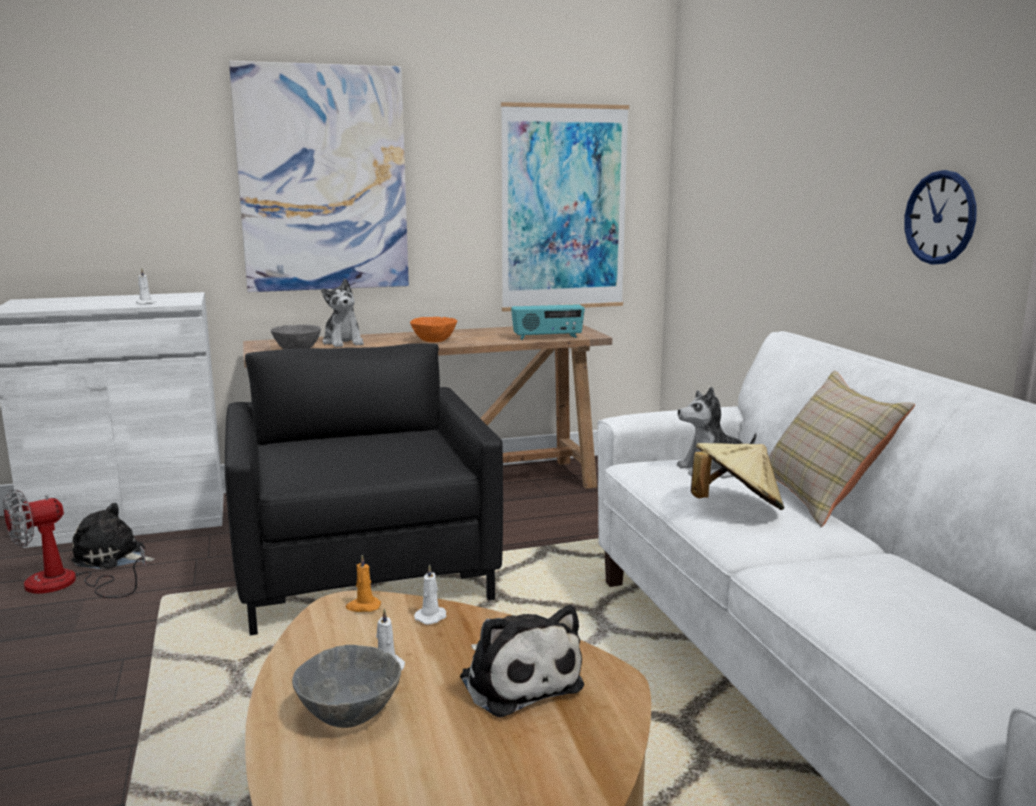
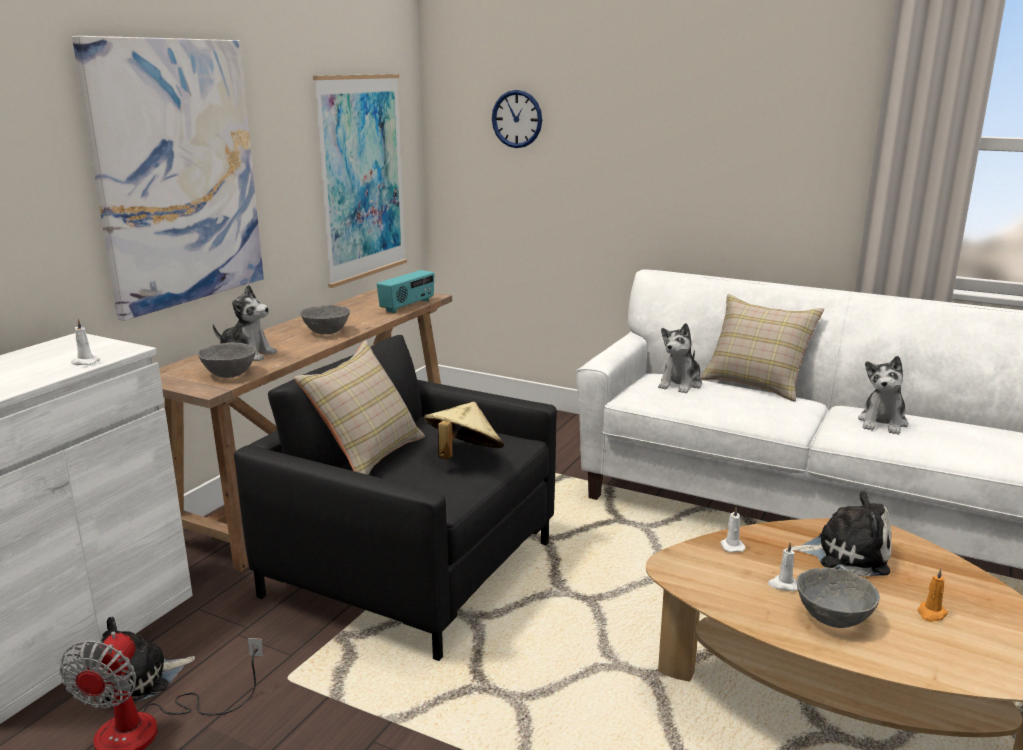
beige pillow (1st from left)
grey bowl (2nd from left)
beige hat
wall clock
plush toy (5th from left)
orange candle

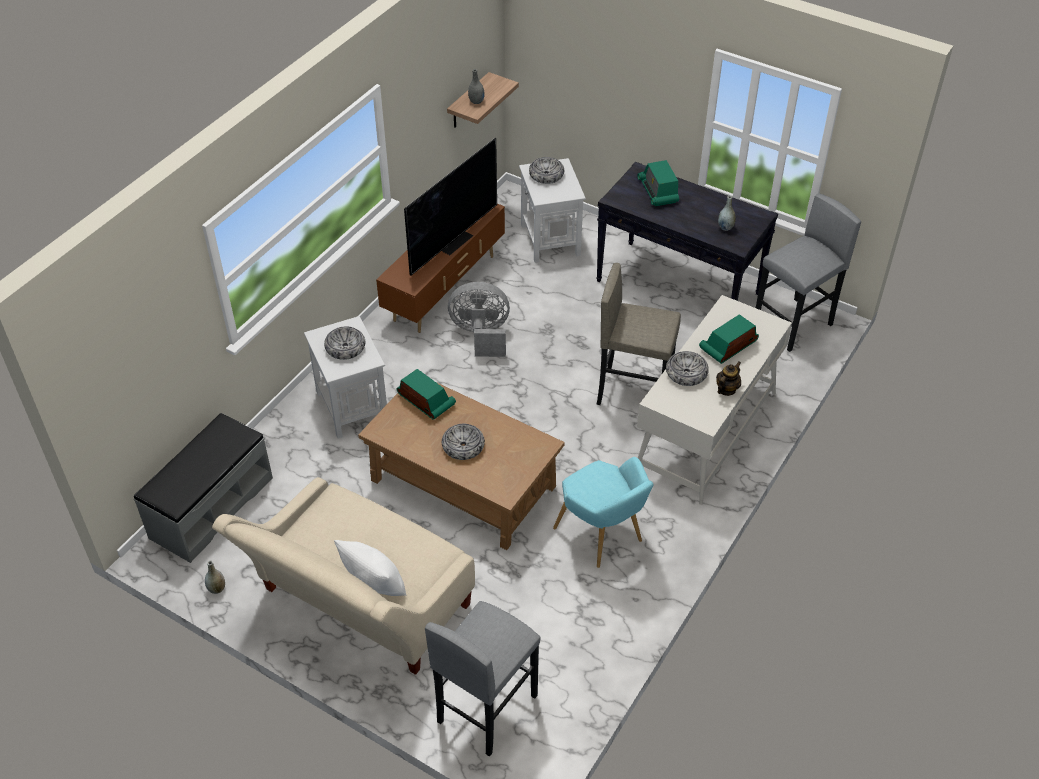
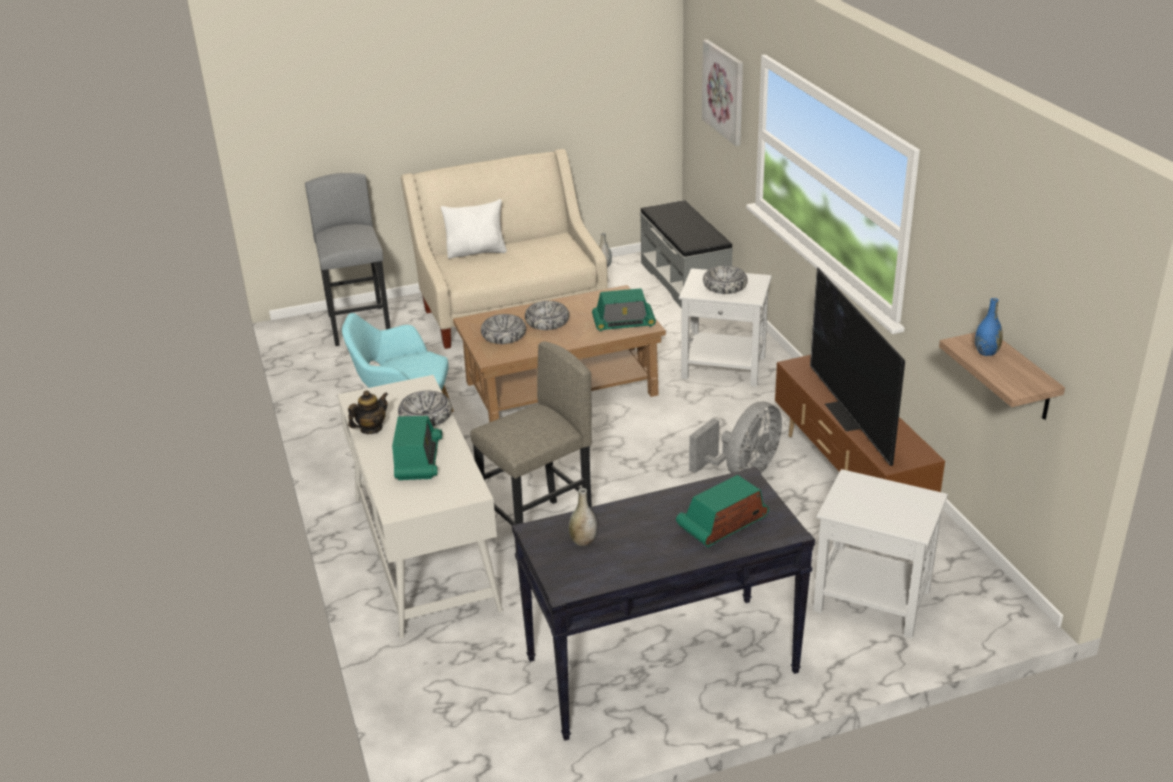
teapot
bowl (2nd from left)
radio (3rd from left)
picture
blue vase
grey stool (3rd from left in the first image)

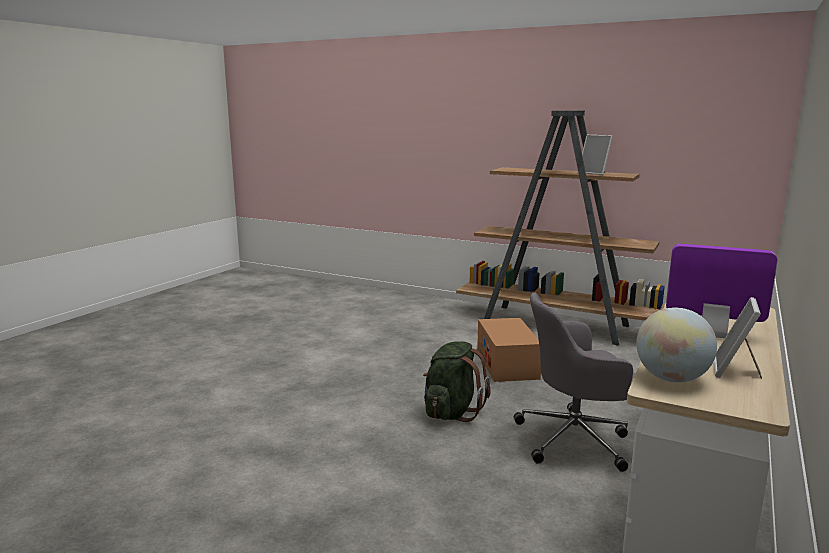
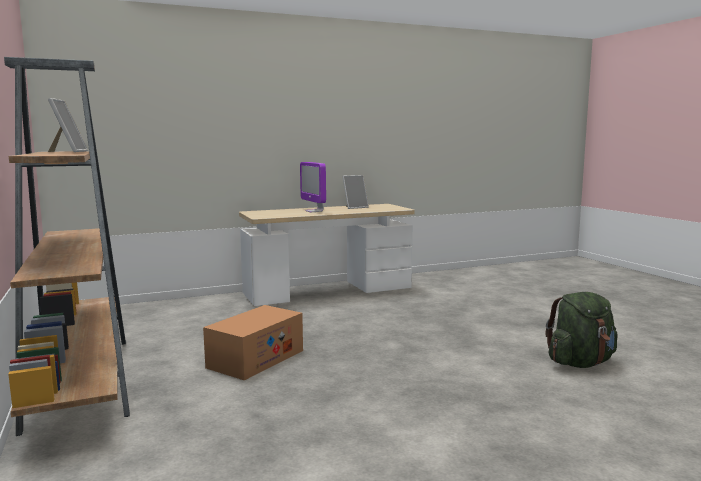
green backpack
grey office chair
globe

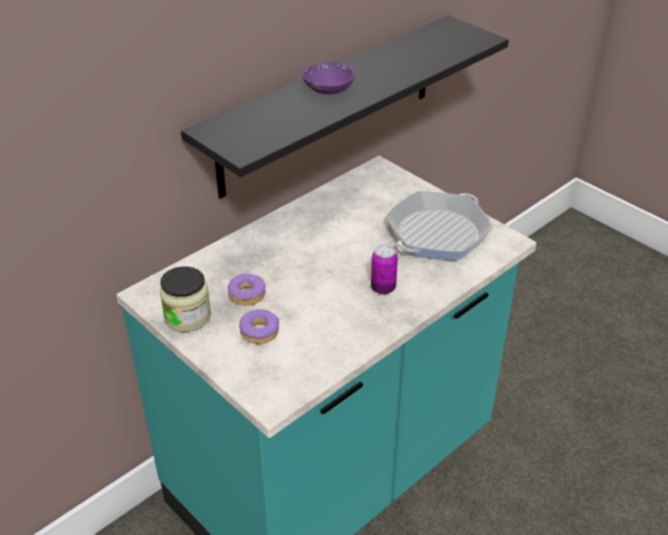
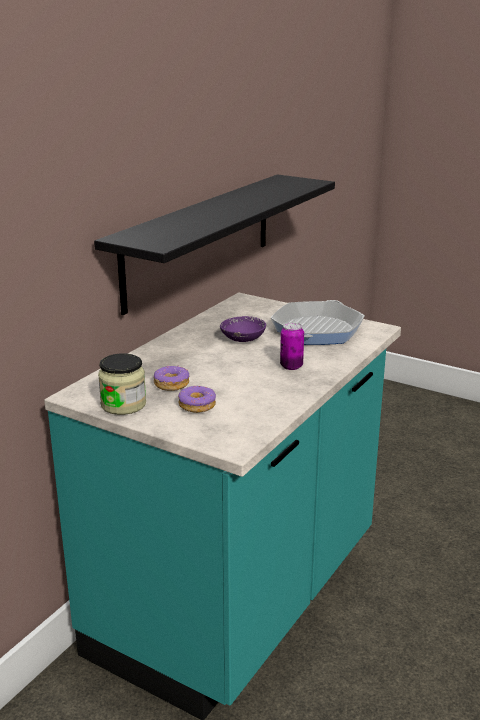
purple bowl

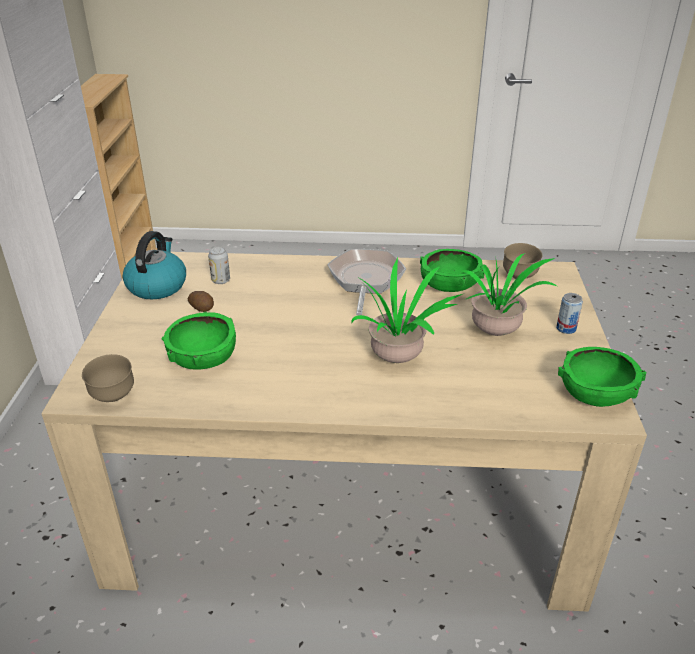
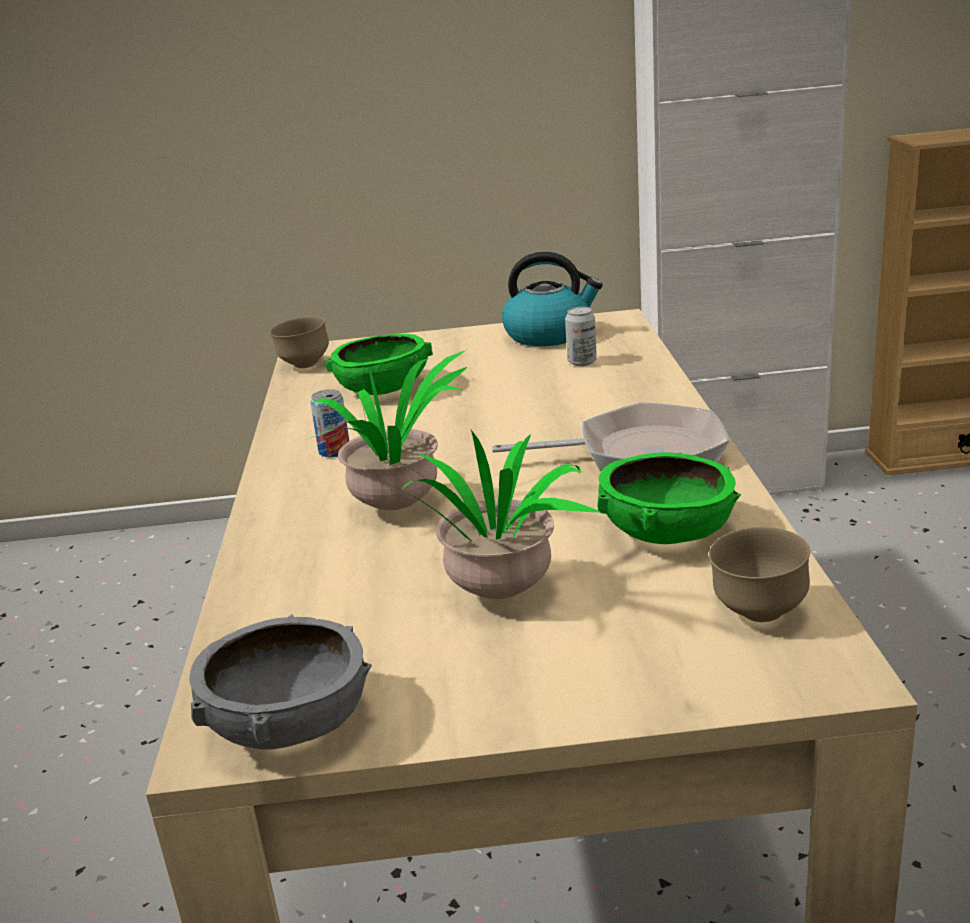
grey bowl
can (1st from left)
potato

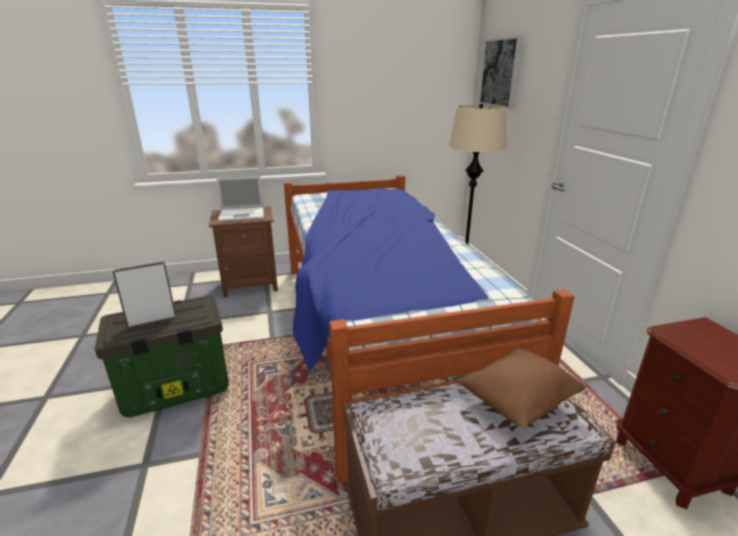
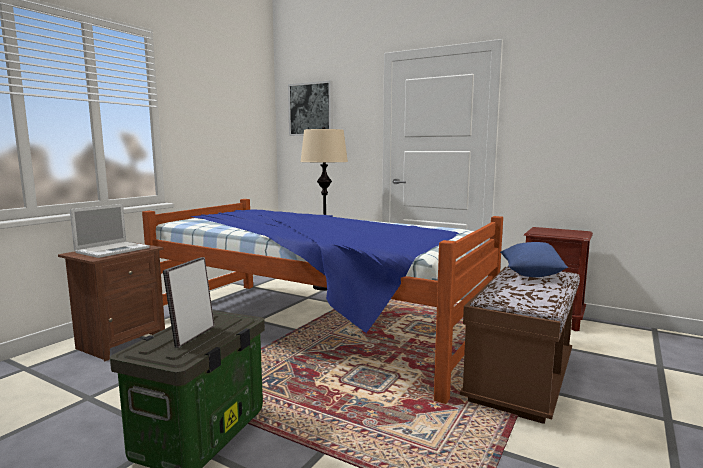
blue pillow

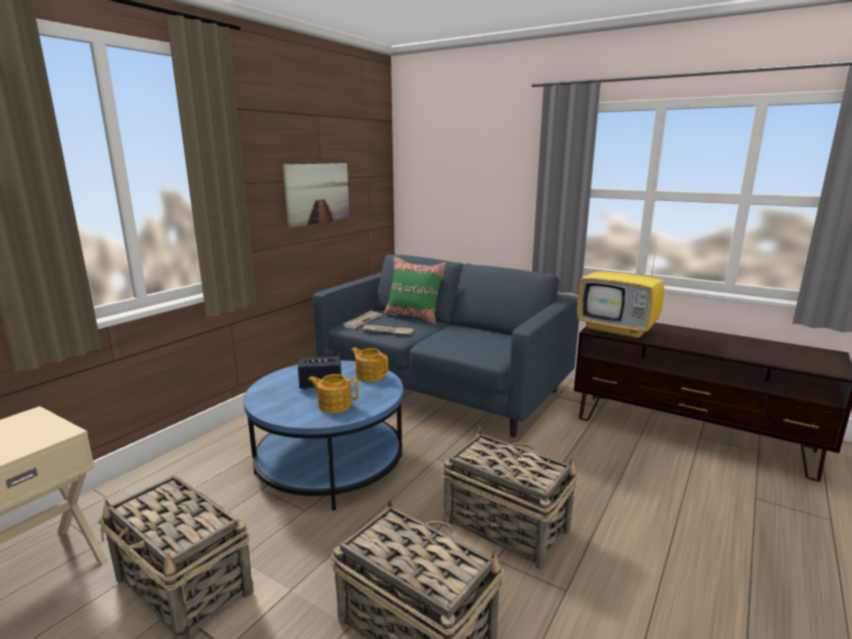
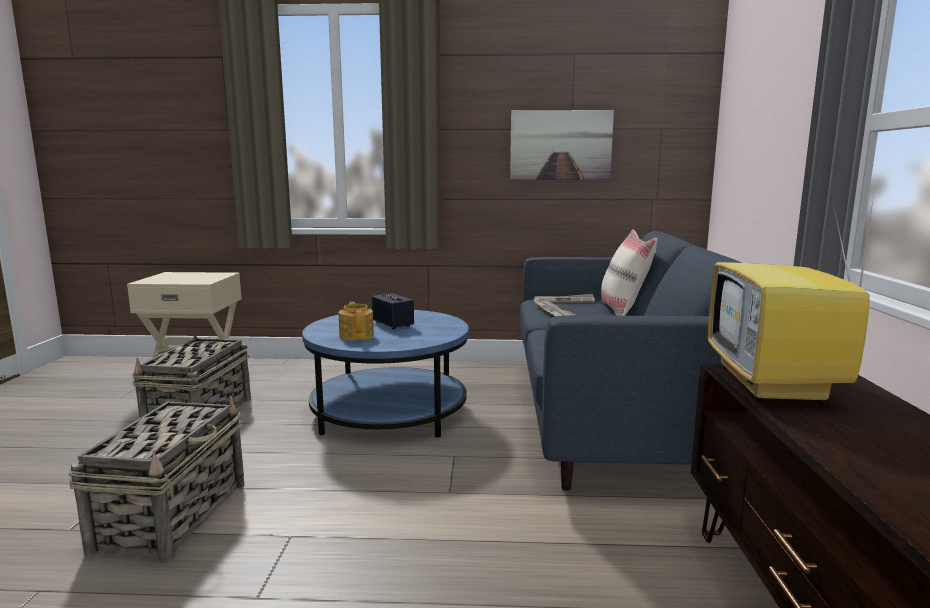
beige pillow
teapot (2nd from left in the first image)
basket (3rd from left in the first image)

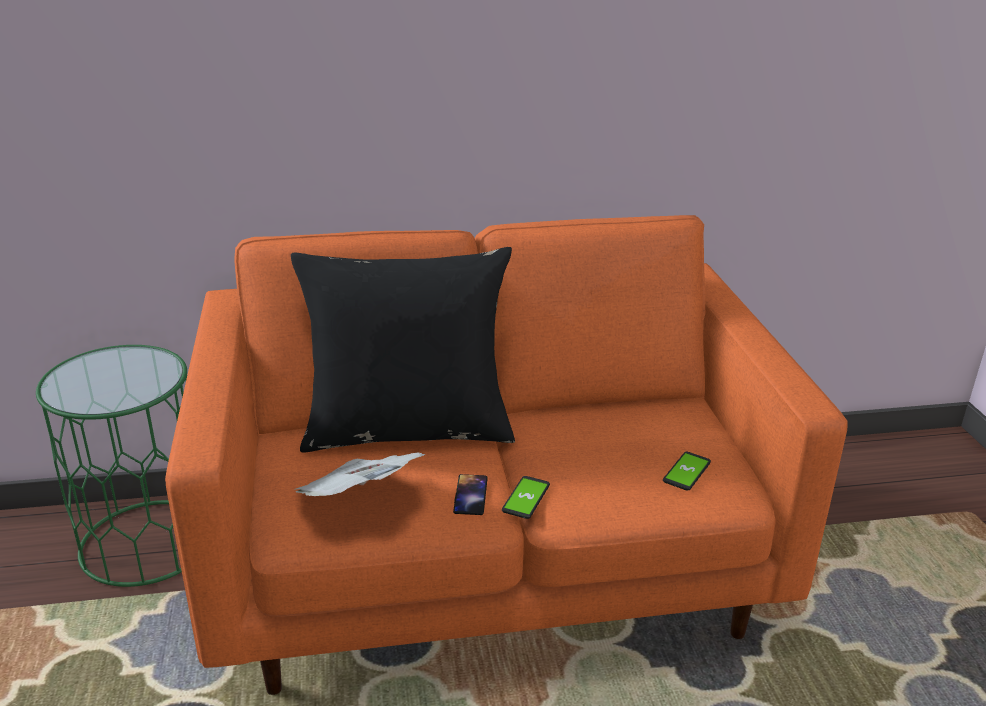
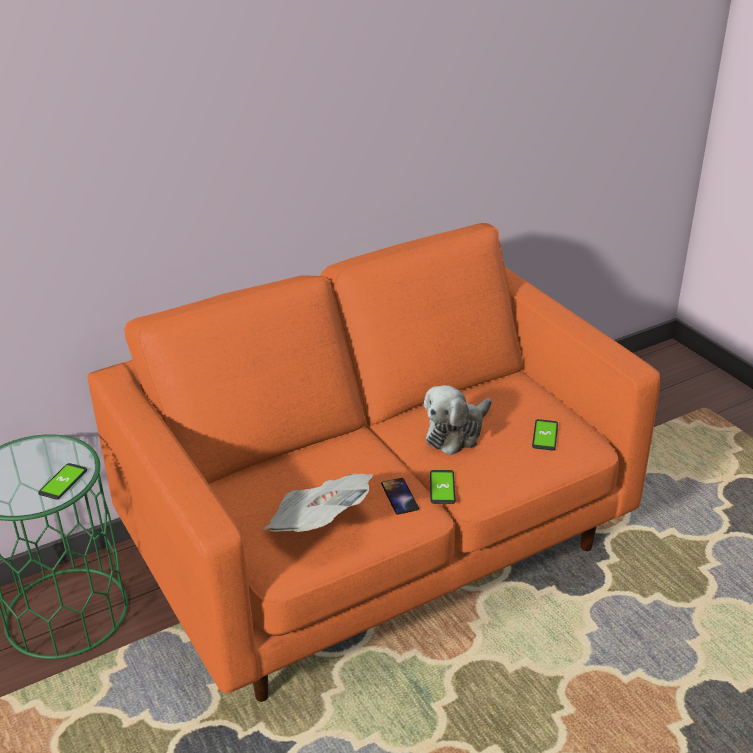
phone (1st from left)
plush toy
black pillow

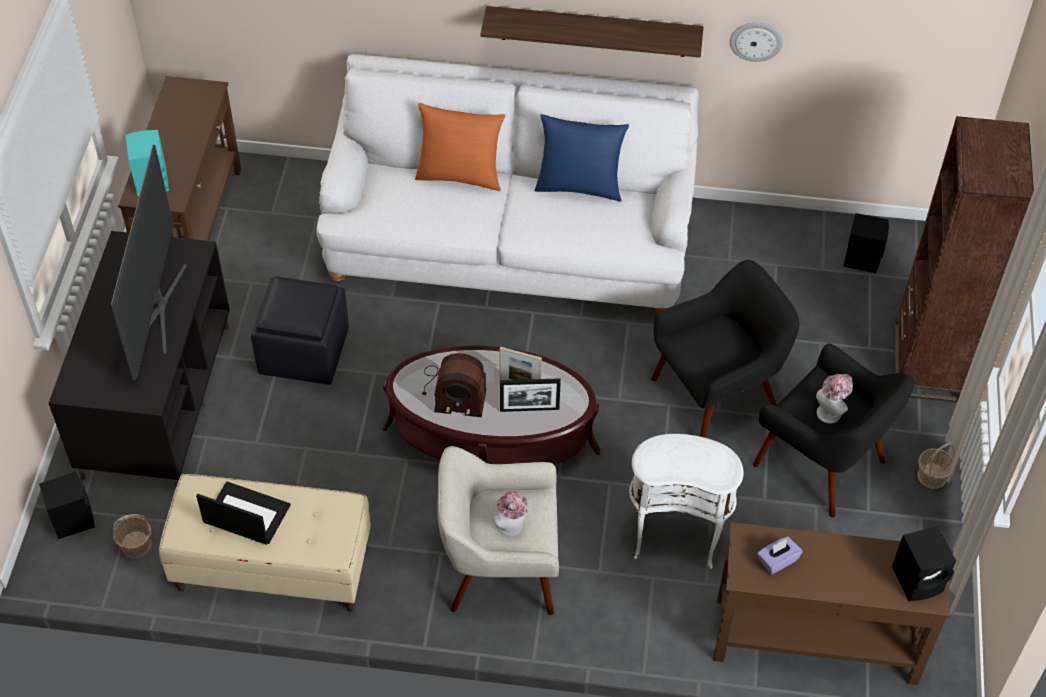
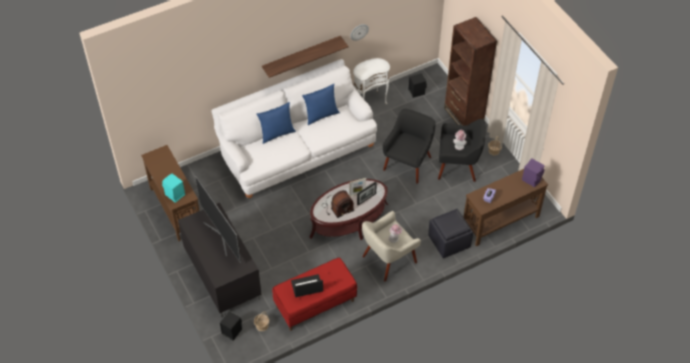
blue pillow (1st from left)
red bench
white side table
black ottoman
purple speaker

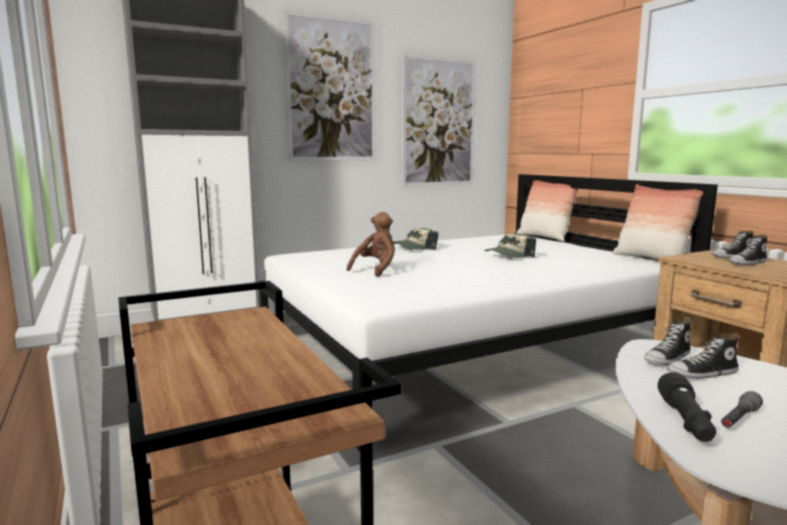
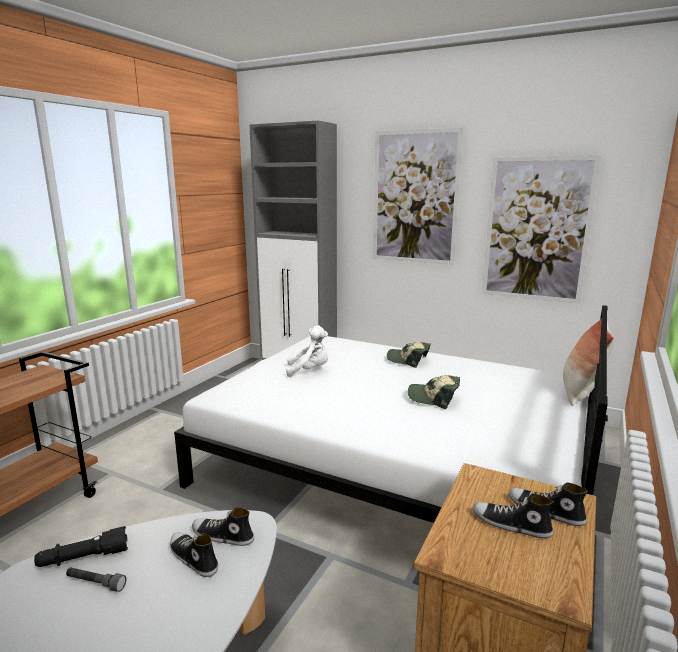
white plush toy
pillow (2nd from left in the first image)

